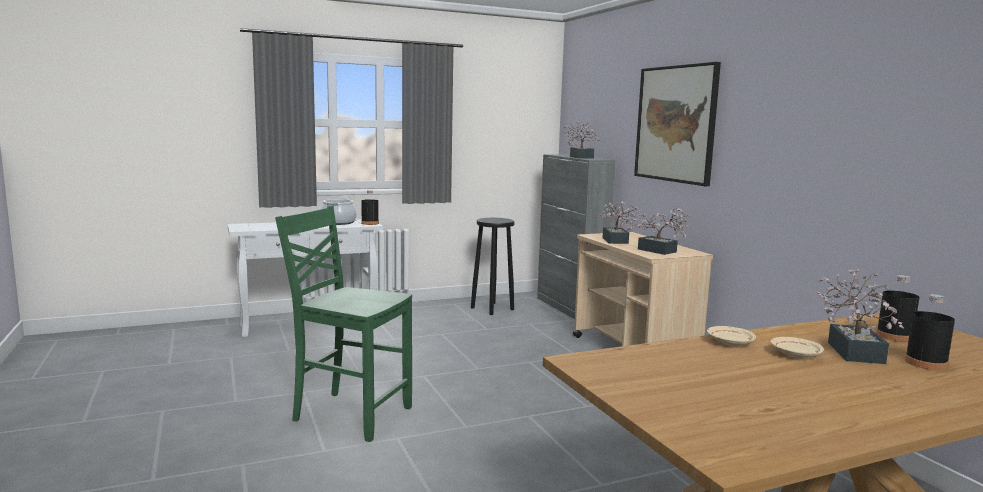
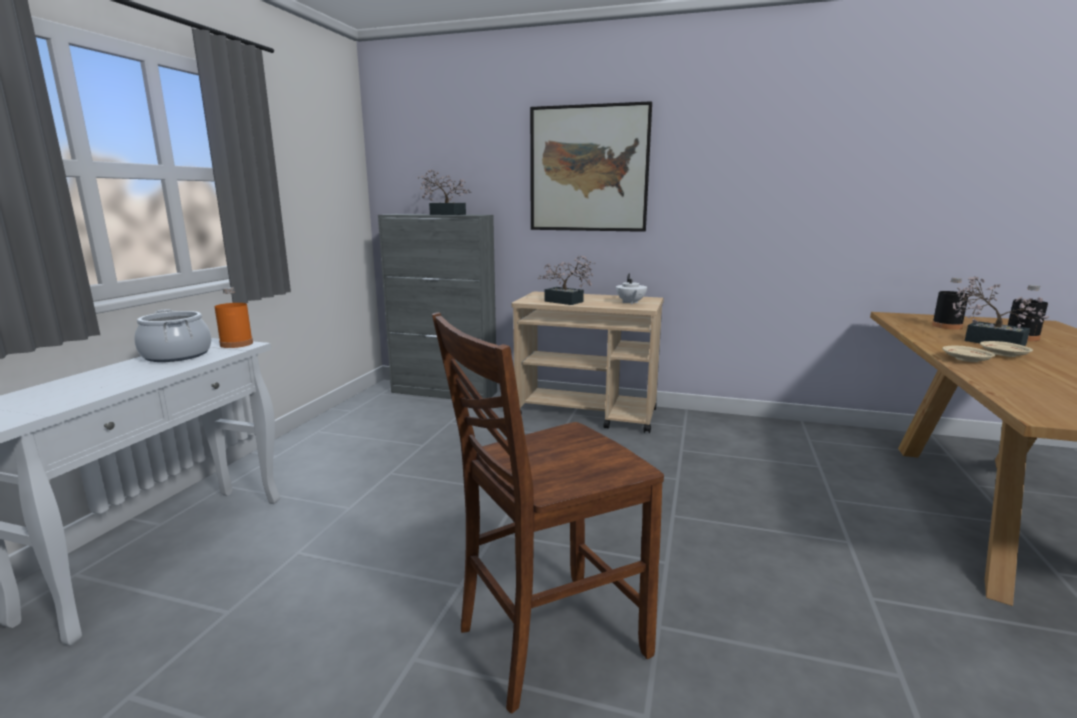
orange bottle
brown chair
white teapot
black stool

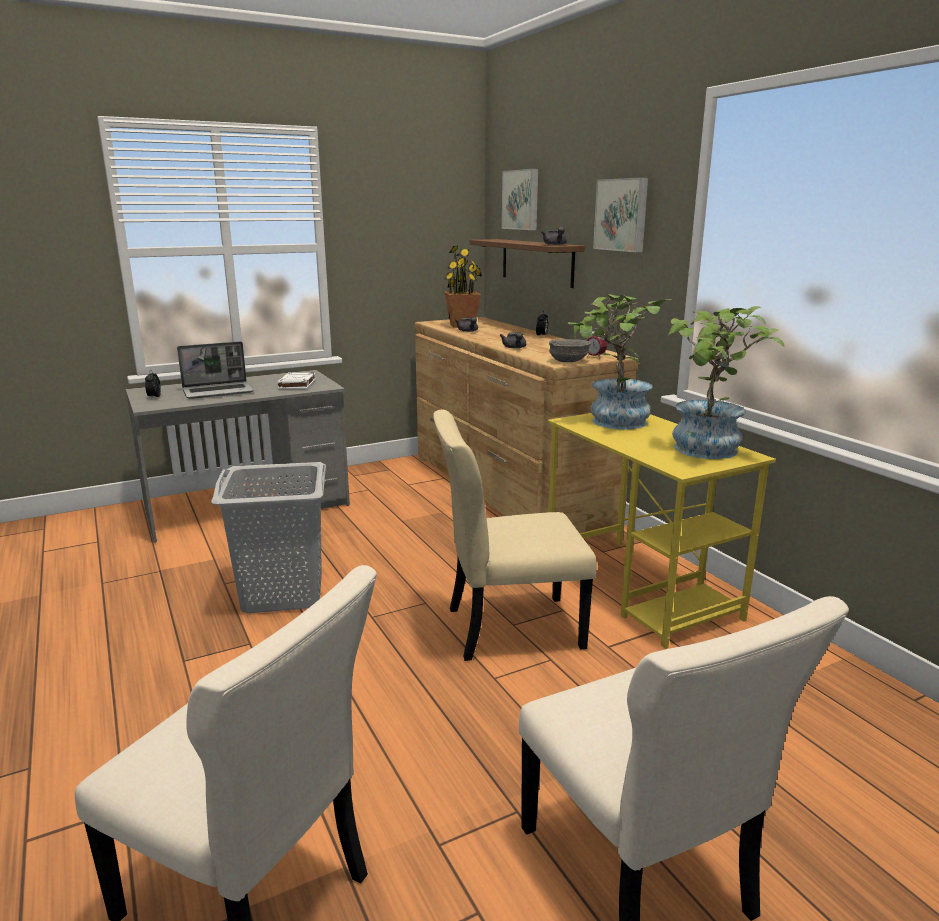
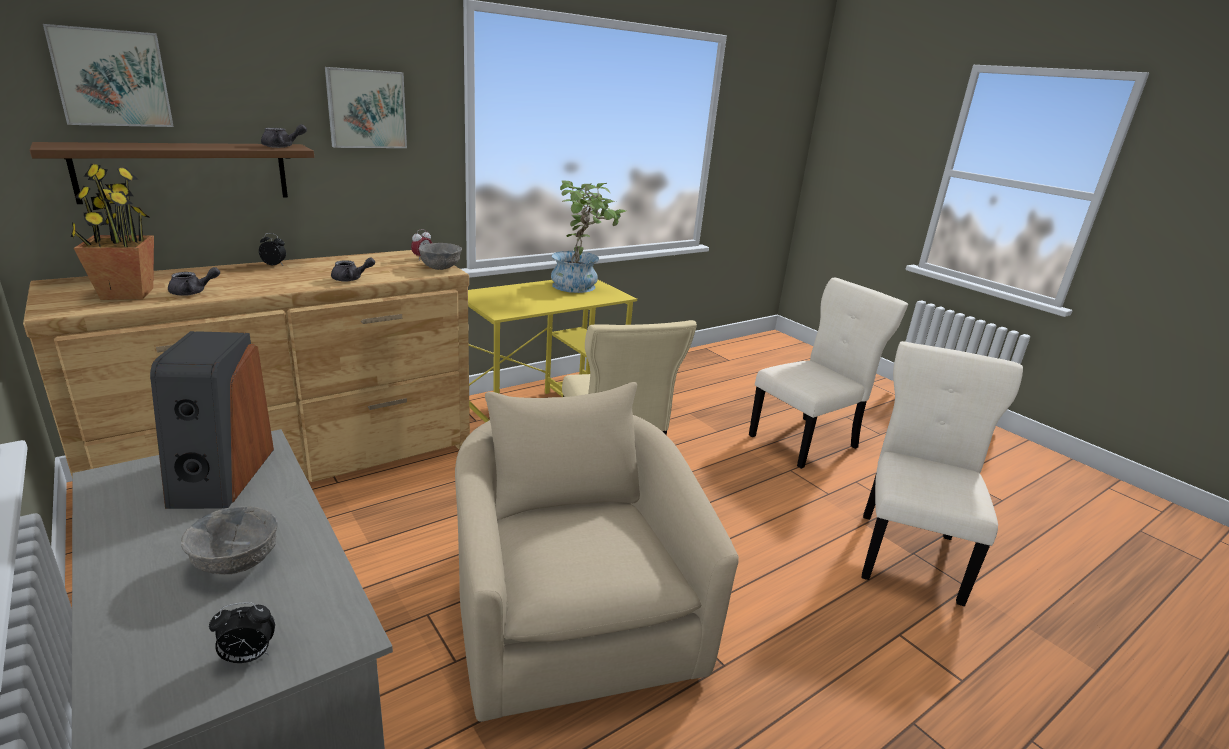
speaker
grey bowl (1st from left)
beige armchair
potted plant (2nd from left in the first image)

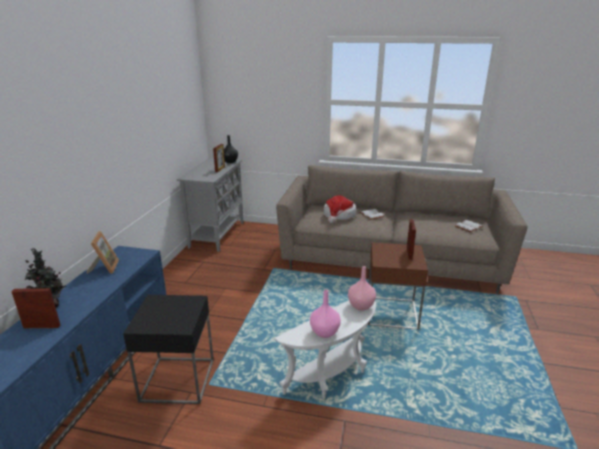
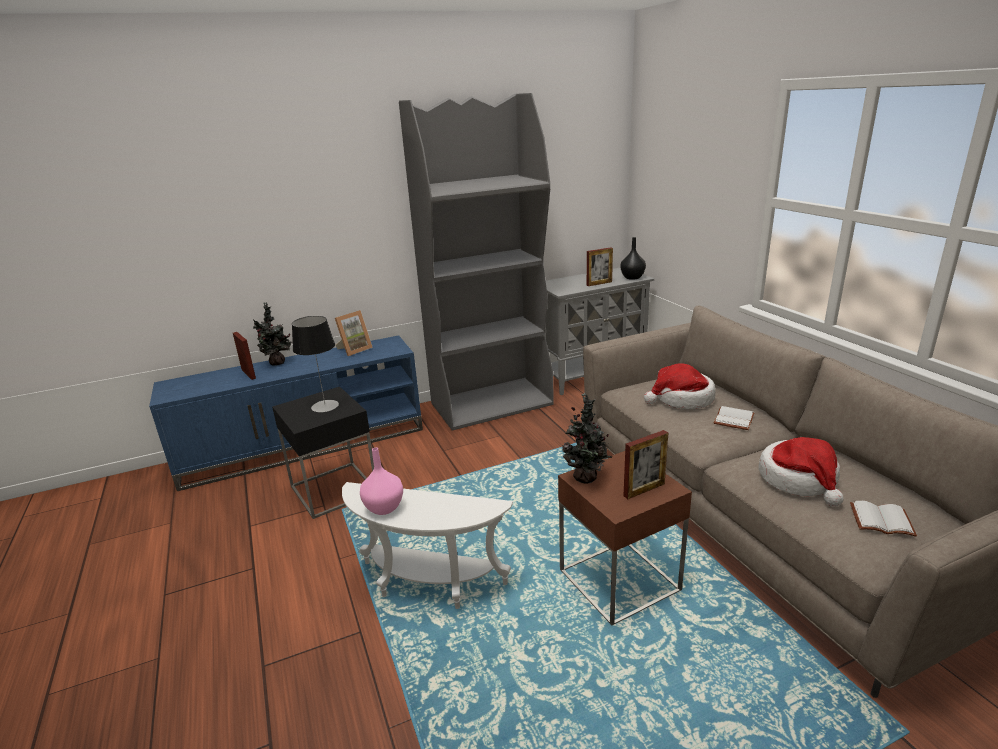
table lamp
grey bookcase
potted plant (2nd from left)
hat (2nd from left)
pink vase (2nd from left in the first image)

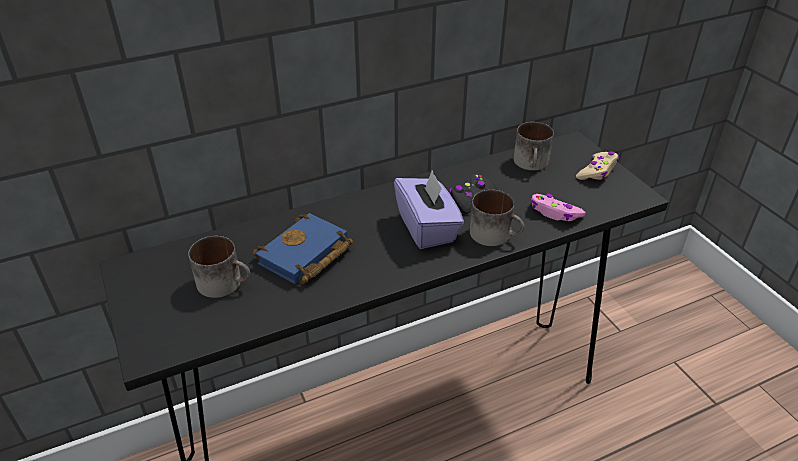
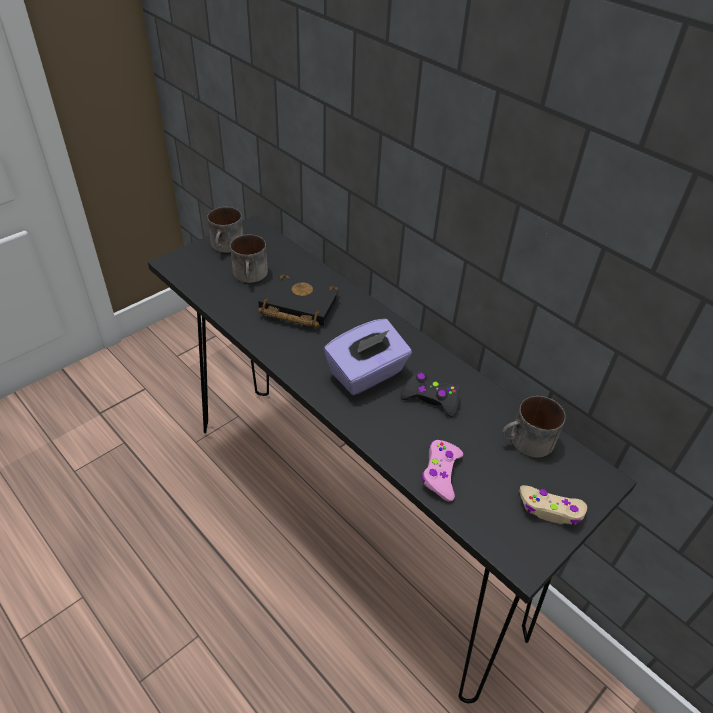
mug (1st from left)
black book

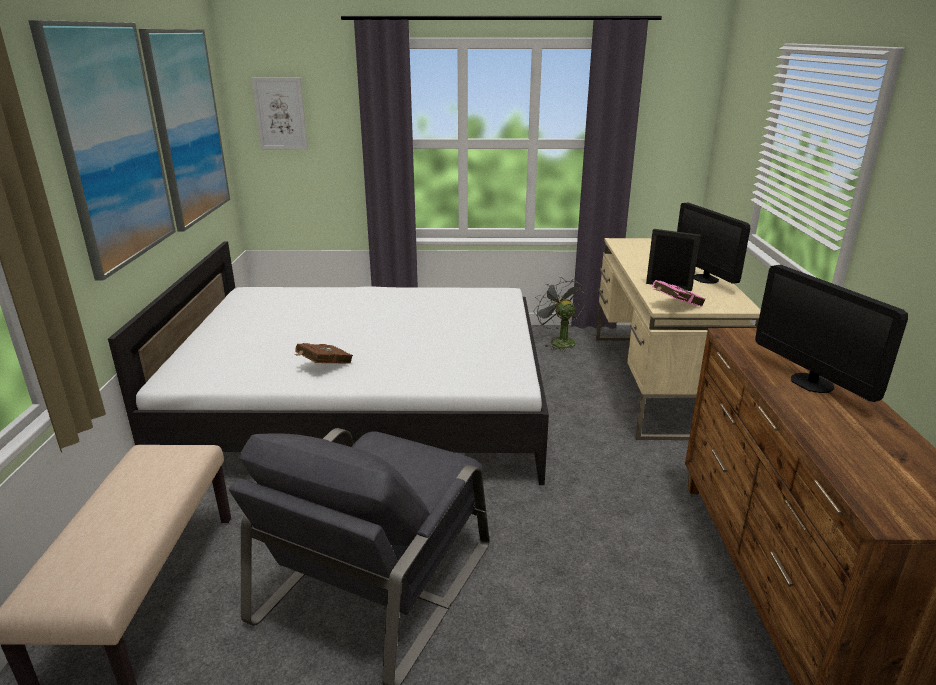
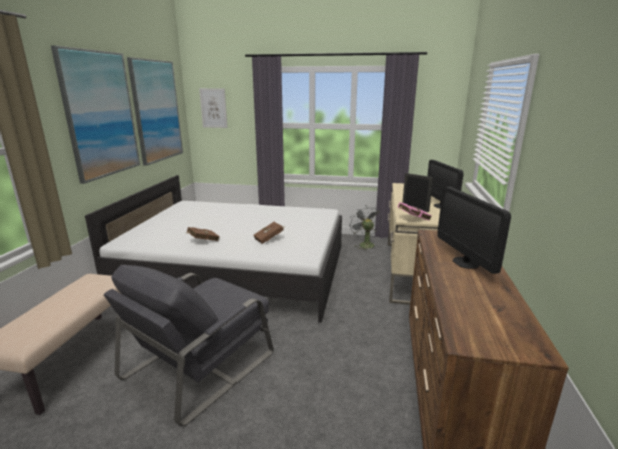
brown book (2nd from left)

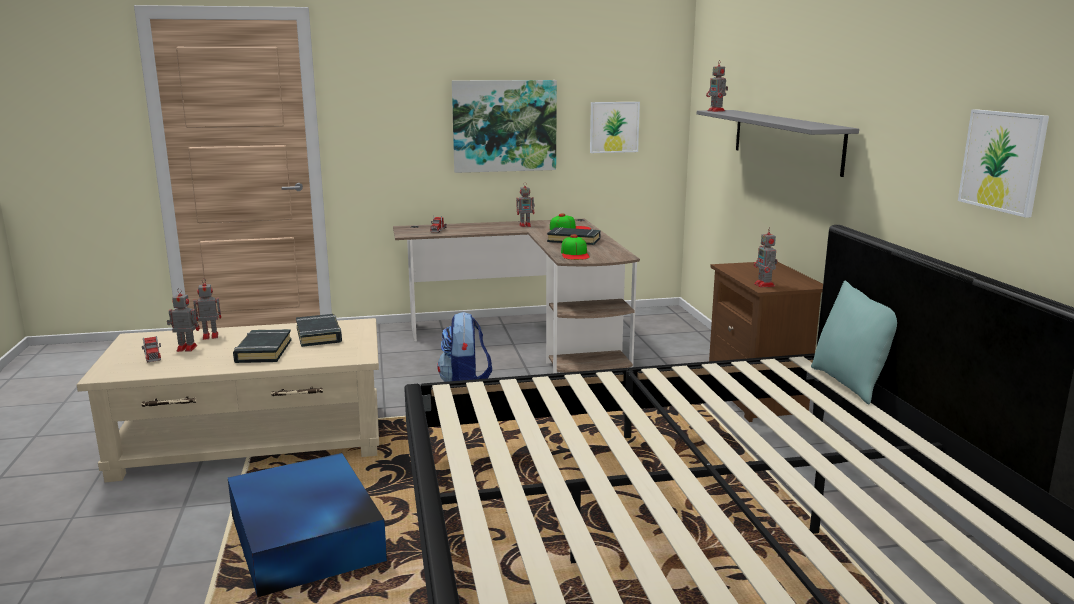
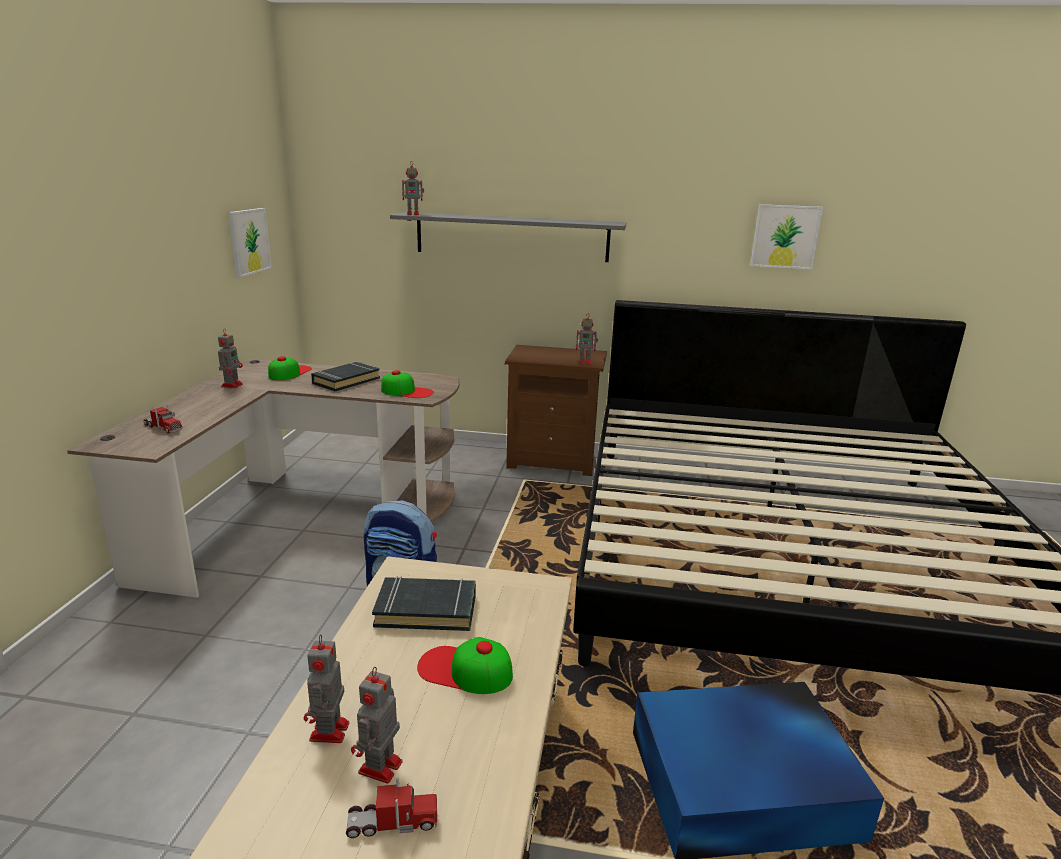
cap (3rd from left)
picture (1st from left in the first image)
turquoise pillow

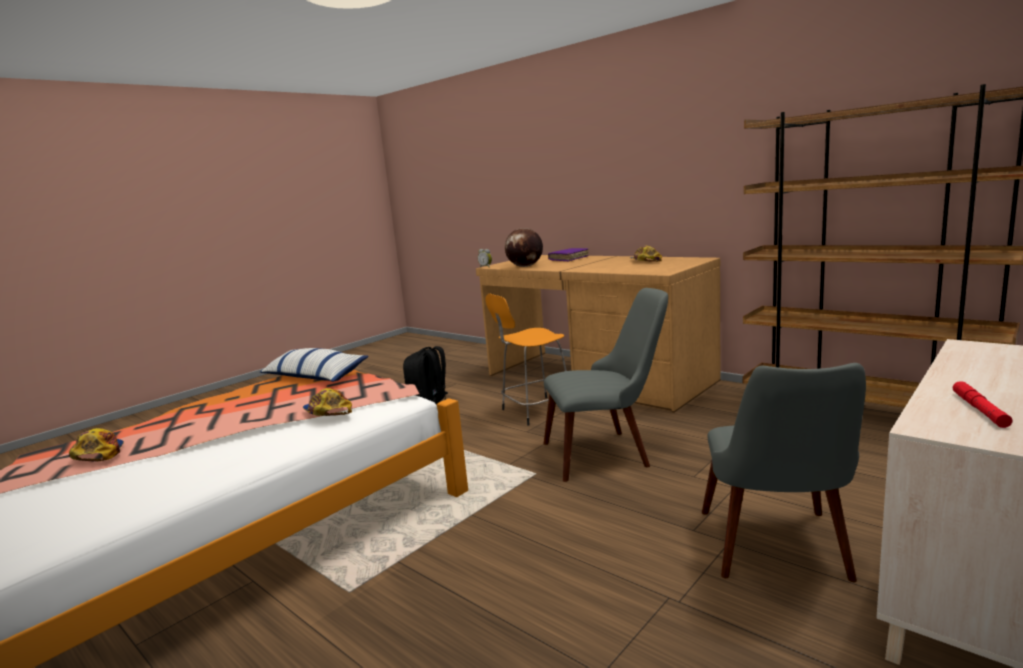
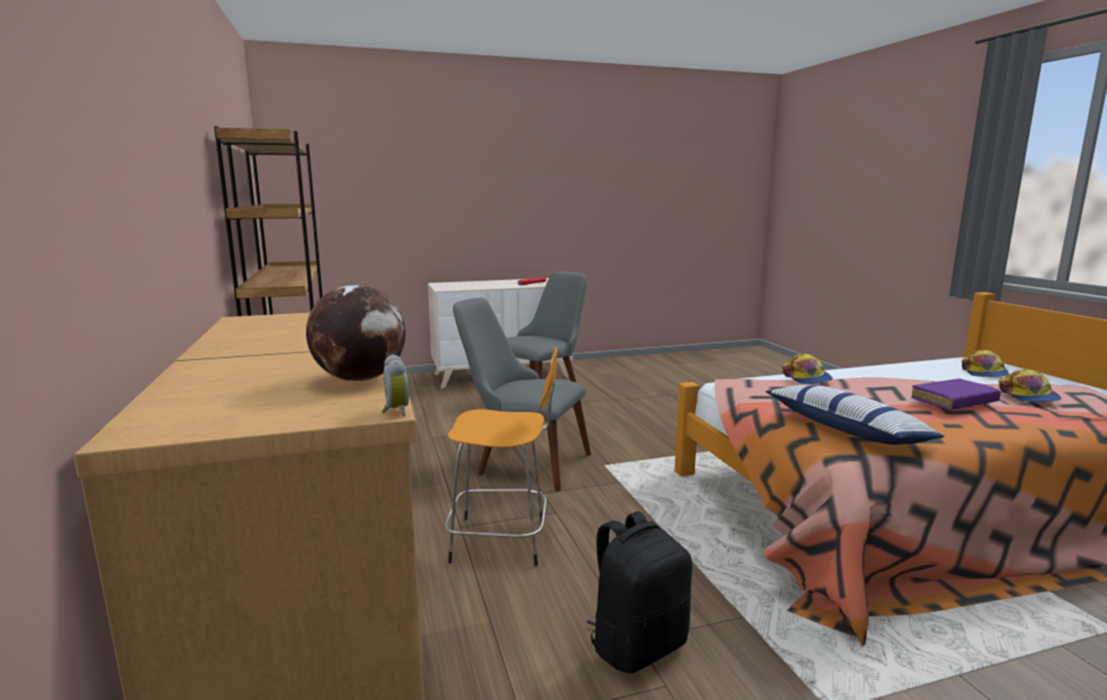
purple book
cap (2nd from left)

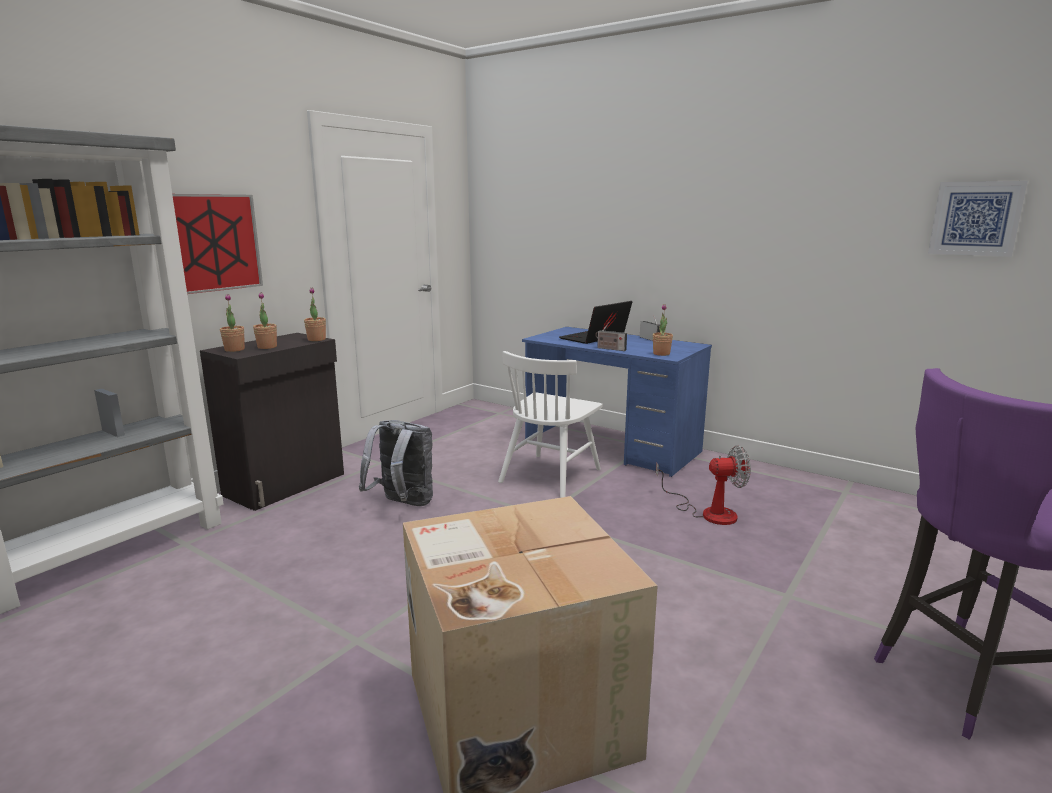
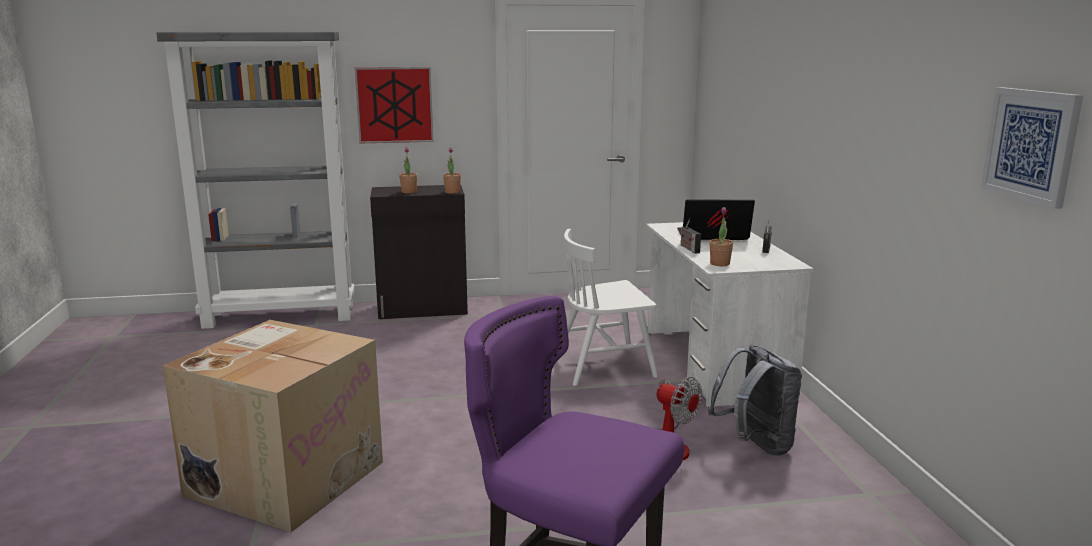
white desk
grey backpack
potted plant (1st from left in the first image)

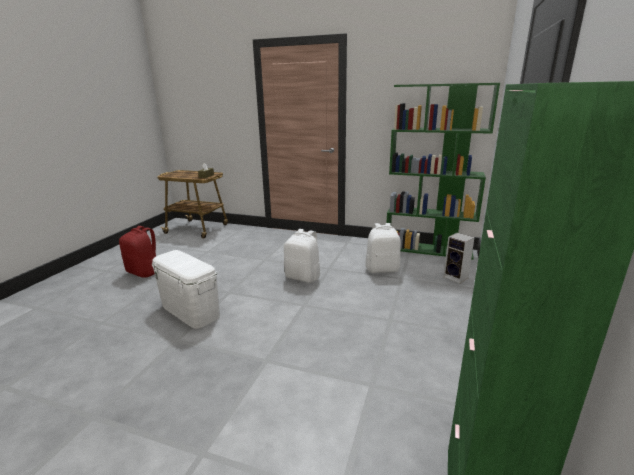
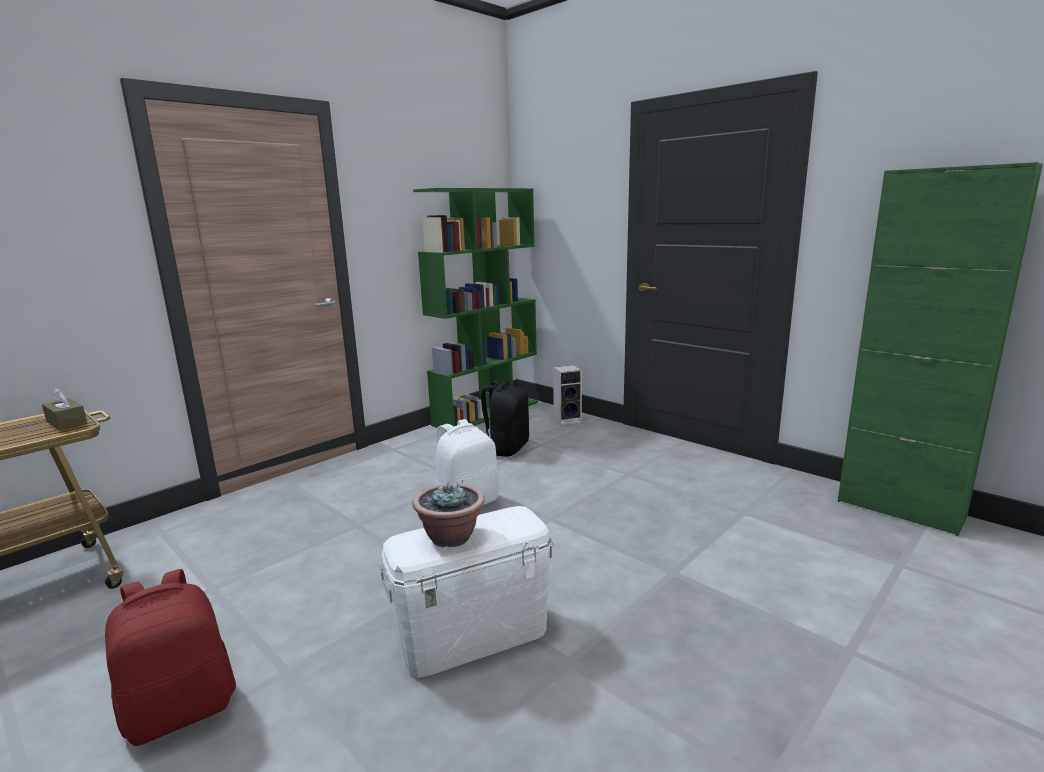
potted plant
black backpack

